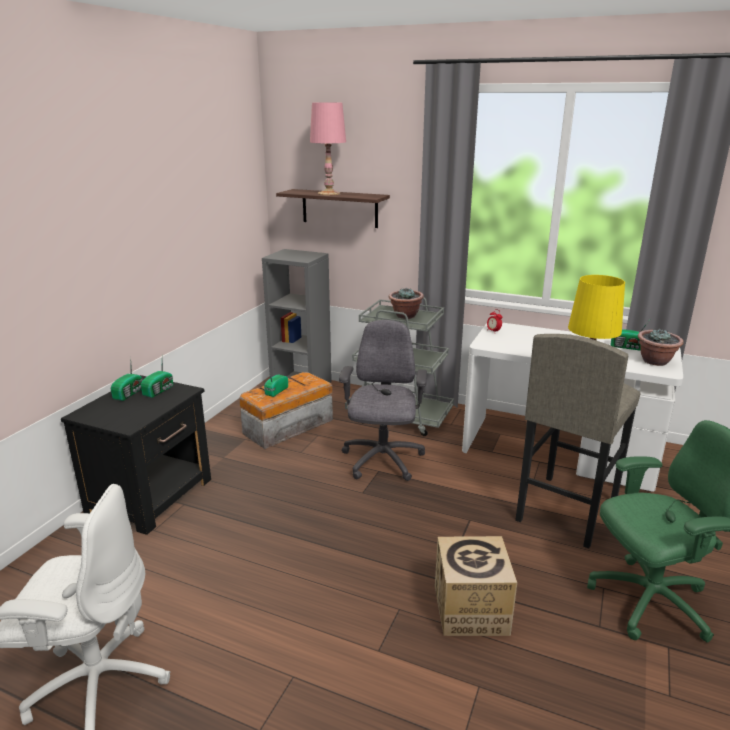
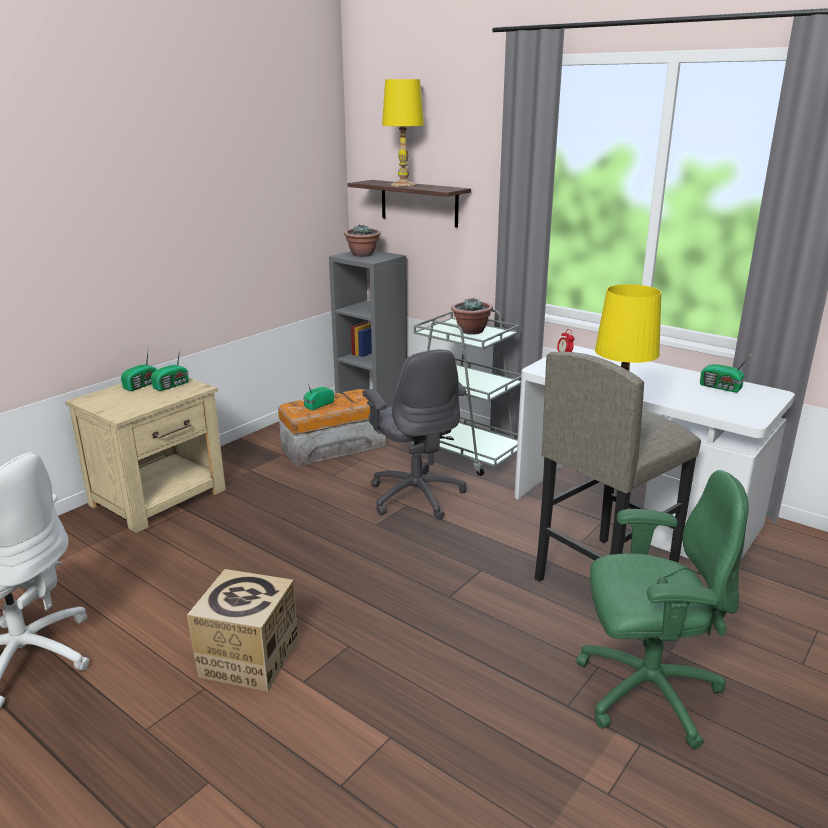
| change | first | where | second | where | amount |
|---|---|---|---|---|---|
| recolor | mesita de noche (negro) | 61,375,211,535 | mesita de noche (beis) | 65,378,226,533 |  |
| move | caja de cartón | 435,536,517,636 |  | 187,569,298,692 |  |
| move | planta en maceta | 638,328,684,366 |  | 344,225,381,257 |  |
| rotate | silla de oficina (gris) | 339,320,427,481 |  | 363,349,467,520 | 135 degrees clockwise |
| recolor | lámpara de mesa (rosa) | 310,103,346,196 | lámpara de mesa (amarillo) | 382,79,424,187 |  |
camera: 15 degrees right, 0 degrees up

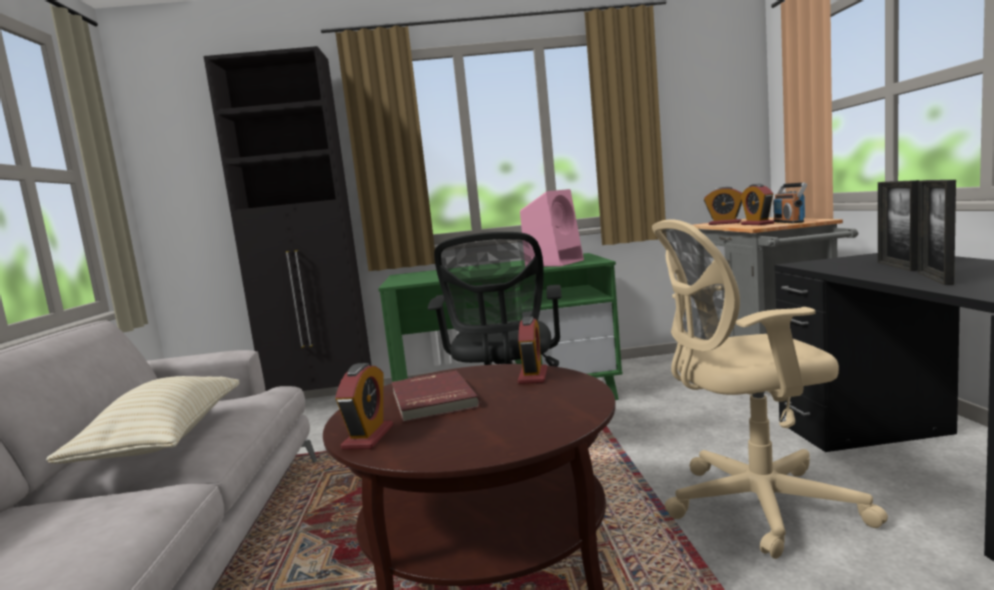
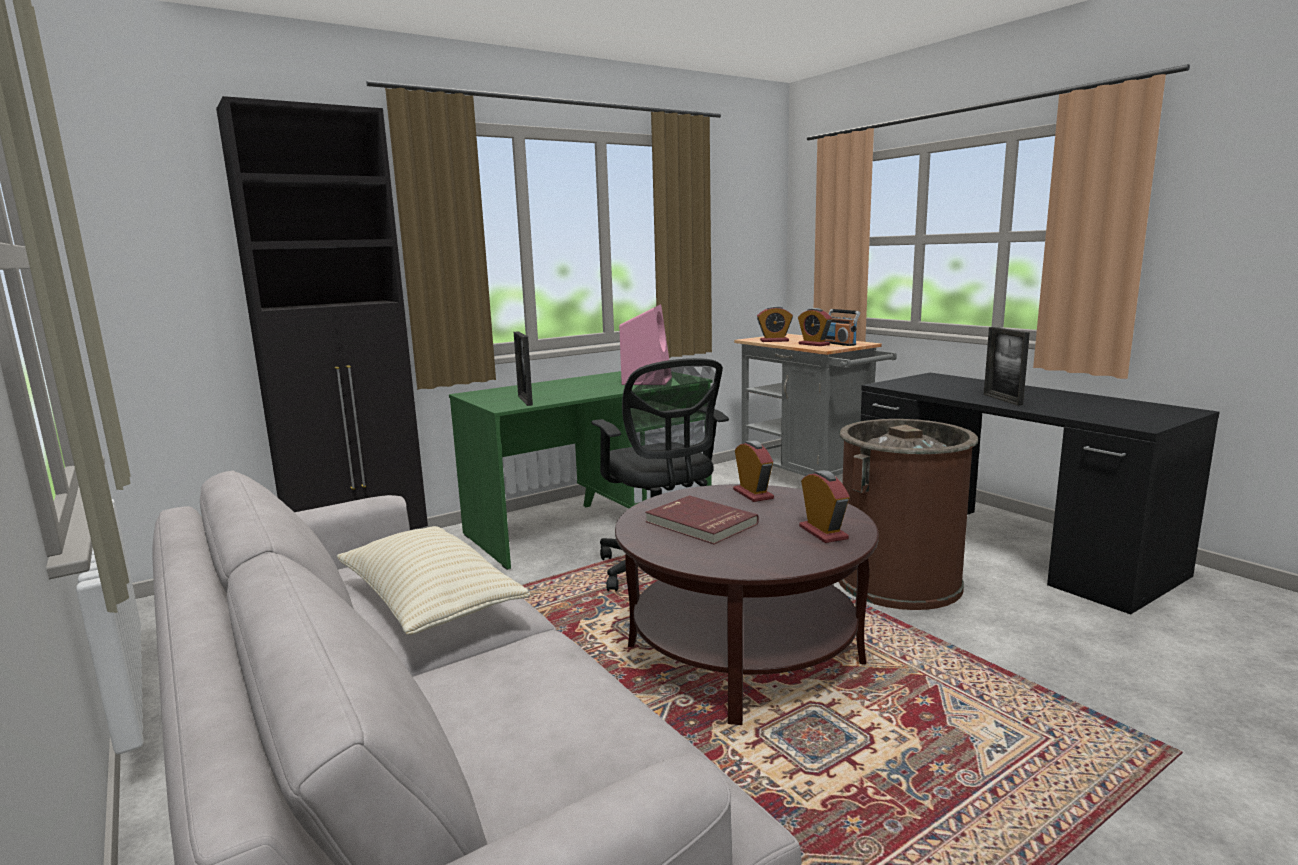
| change | first | where | second | where | amount |
|---|---|---|---|---|---|
| move | portarretratos | 878,180,919,271 |  | 514,331,533,406 |  |
| move | despertador | 335,363,393,450 |  | 799,470,850,543 |  |
| replace | silla de oficina (beis) | 652,219,888,559 | papelera (marrón) | 839,419,978,610 |  |
camera: 30 degrees left, 5 degrees up

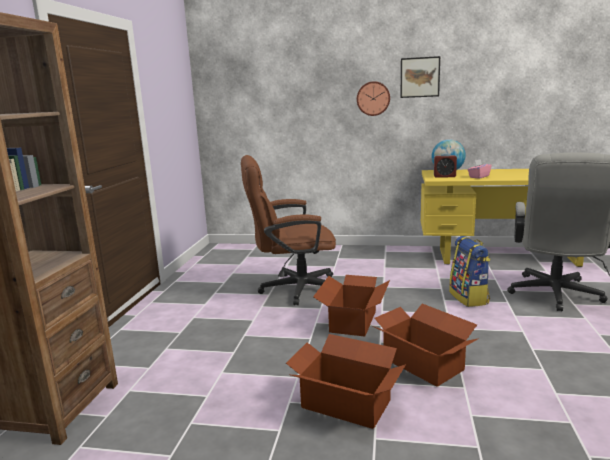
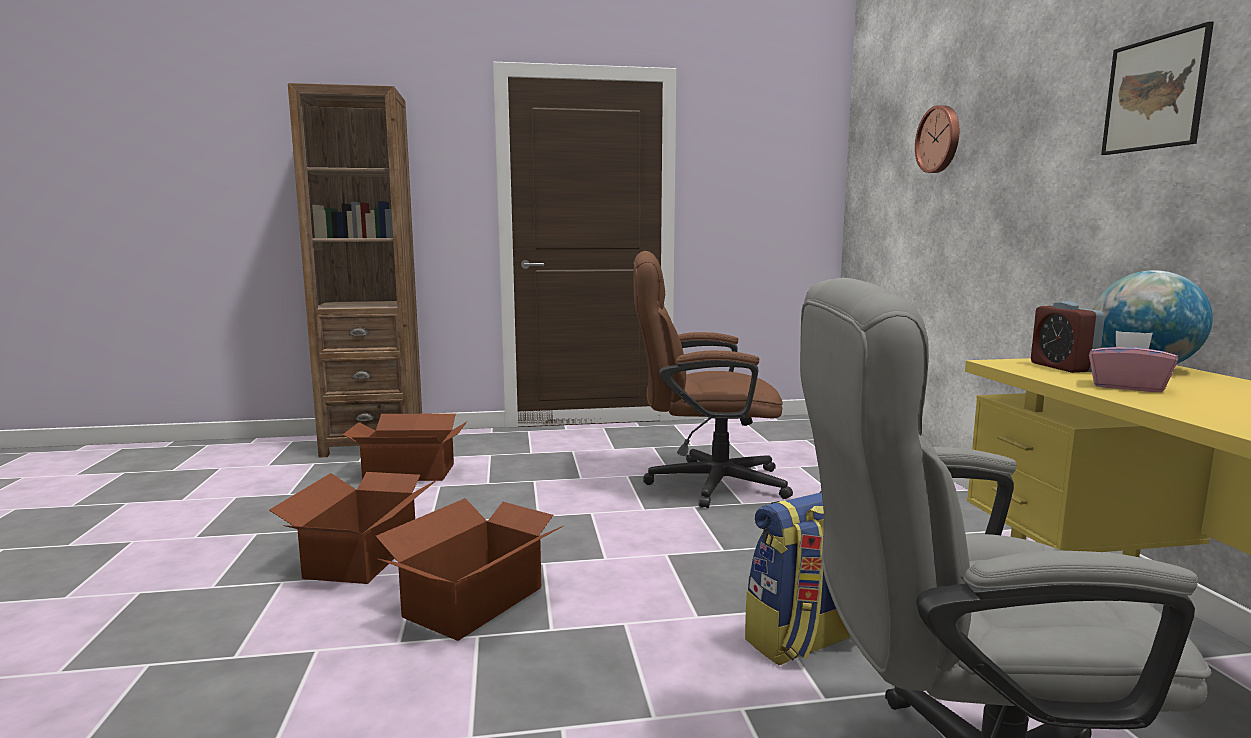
| change | first | where | second | where | amount |
|---|---|---|---|---|---|
| move | caja de cartón | 313,275,390,337 |  | 343,413,467,481 |  |
| rotate | silla de oficina (marrón) | 241,155,336,305 |  | 633,251,793,508 | 60 degrees counterclockwise |
| move | reloj de pared | 357,81,390,116 |  | 915,105,959,173 |  |
camera: 70 degrees right, 5 degrees down

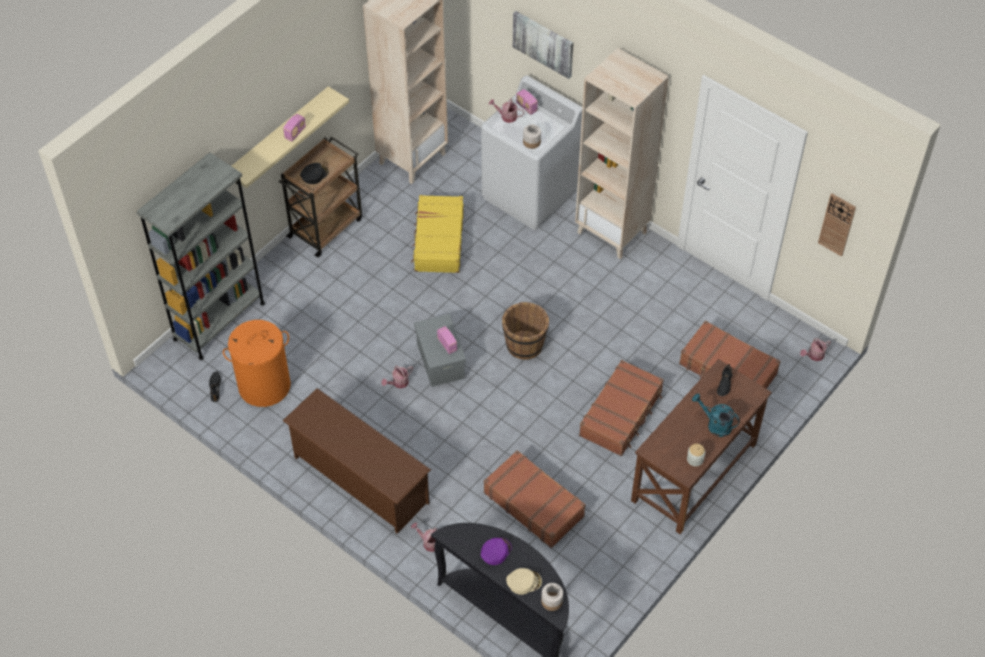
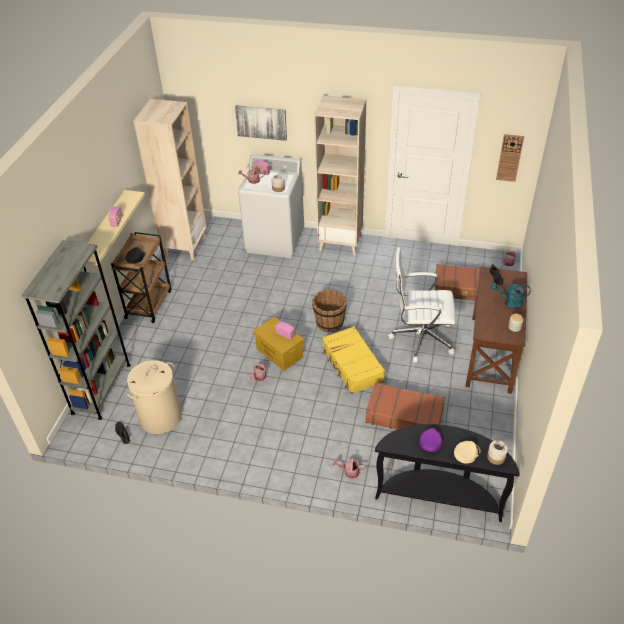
| change | first | where | second | where | amount |
|---|---|---|---|---|---|
| recolor | cesto de la ropa (naranja) | 223,320,291,407 | cesto de la ropa (beis) | 126,360,182,434 |  |
| recolor | caja de almacenaje (gris) | 414,314,466,387 | caja de almacenaje (amarillo) | 253,317,304,371 |  |
| move | maleta (amarillo) | 411,195,464,273 |  | 322,326,385,394 |  |
| replace | maleta (marrón) | 579,360,664,456 | silla de oficina (blanco) | 388,247,456,363 |  |
| delete | zapatero (marrón) | 283,388,431,534 |  |  |  |
camera: 25 degrees left, 10 degrees down

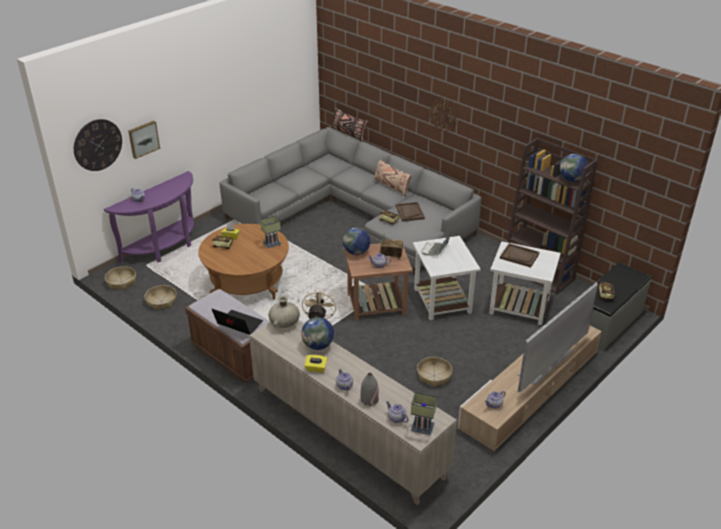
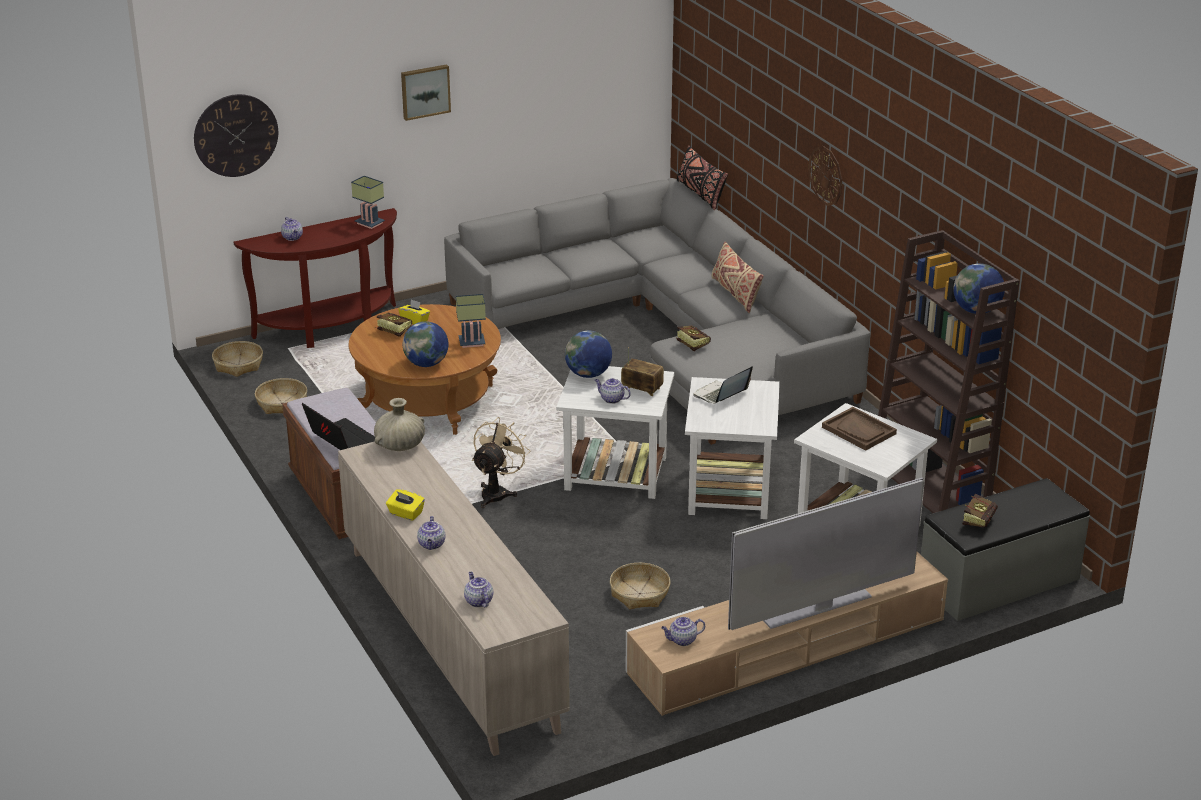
| change | first | where | second | where | amount |
|---|---|---|---|---|---|
| recolor | mesa consola (morado) | 104,171,195,263 | mesa consola (marrón) | 233,208,397,348 |  |
| move | lámpara de mesa | 411,392,437,435 |  | 351,176,385,229 |  |
| move | cuadro | 128,121,160,159 |  | 401,64,451,121 |  |
| move | globo terráqueo | 301,317,334,350 |  | 403,321,448,367 |  |
| recolor | mesa auxiliar (marrón) | 343,243,413,321 | mesa auxiliar (blanco) | 556,366,674,499 |  |
| delete | florero (gris) | 360,373,379,406 |  |  |  |
| delete | bandeja (marrón) | 396,202,425,222 |  |  |  |
camera: 20 degrees right, 5 degrees down

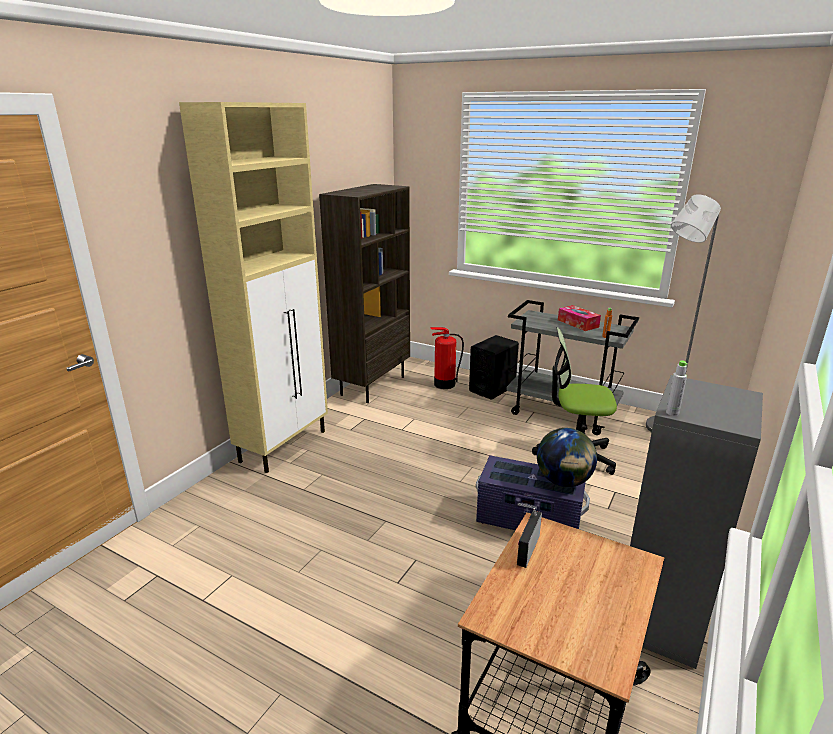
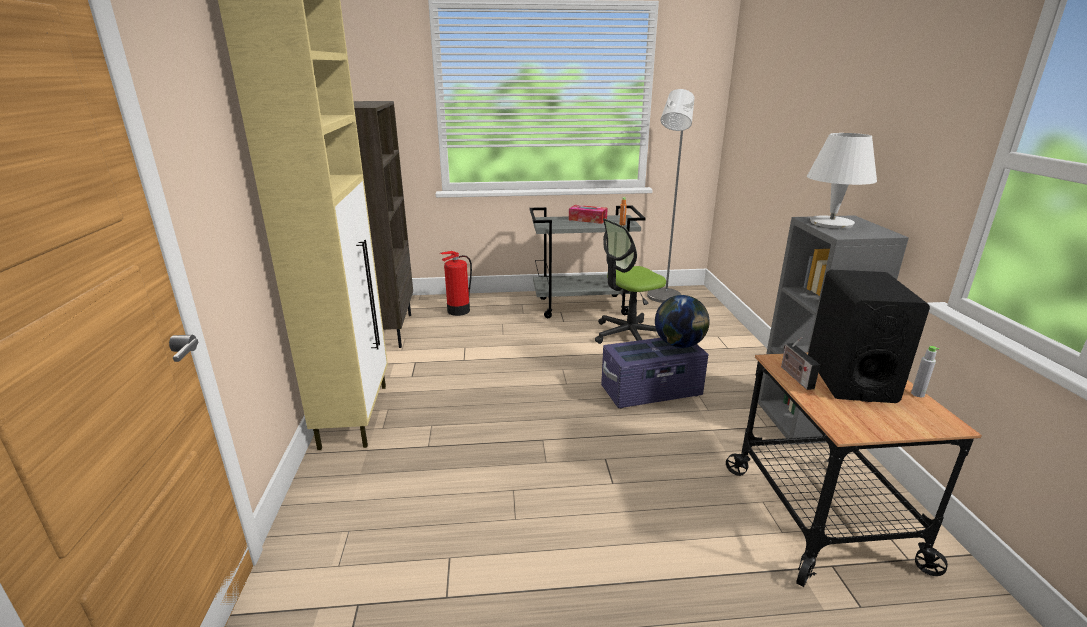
| change | first | where | second | where | amount |
|---|---|---|---|---|---|
| insert |  |  | lámpara de mesa (blanco) | 807,133,877,229 |  |
| move | altavoz (negro) | 469,335,519,400 |  | 808,270,930,403 |  |
| move | botella (gris) | 666,360,688,416 |  | 911,346,939,397 |  |
camera: 35 degrees left, 0 degrees up

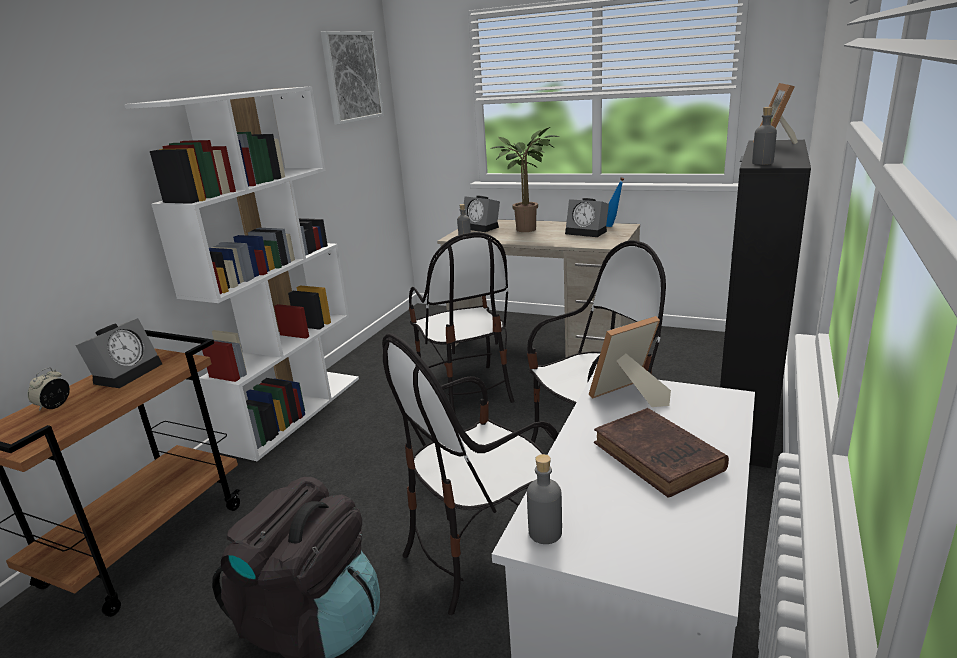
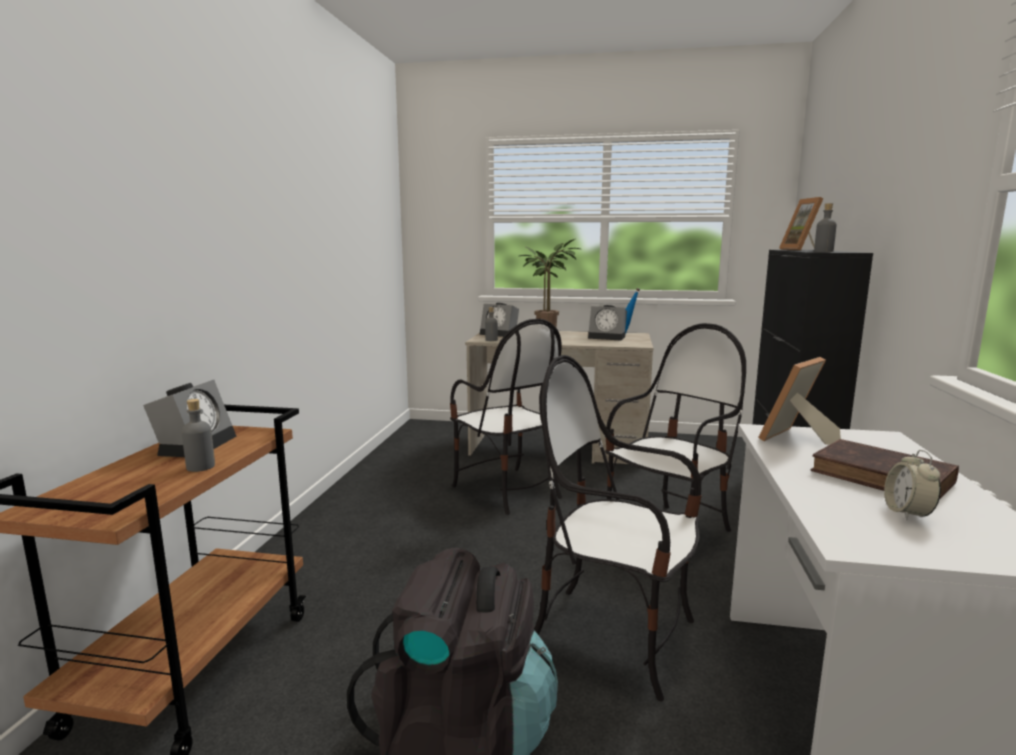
| change | first | where | second | where | amount |
|---|---|---|---|---|---|
| move | botella (gris) | 527,454,562,544 |  | 182,399,215,472 |  |
| rotate | silla | 382,333,559,615 |  | 534,355,702,702 | 75 degrees clockwise |
| move | despertador | 27,367,70,411 |  | 884,450,941,520 |  |
| delete | estantería (blanco) | 124,86,359,461 |  |  |  |
| delete | cuadro | 321,31,384,125 |  |  |  |
camera: 15 degrees left, 10 degrees down

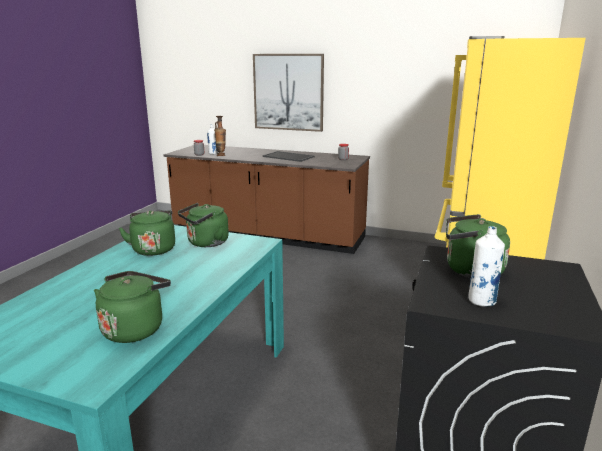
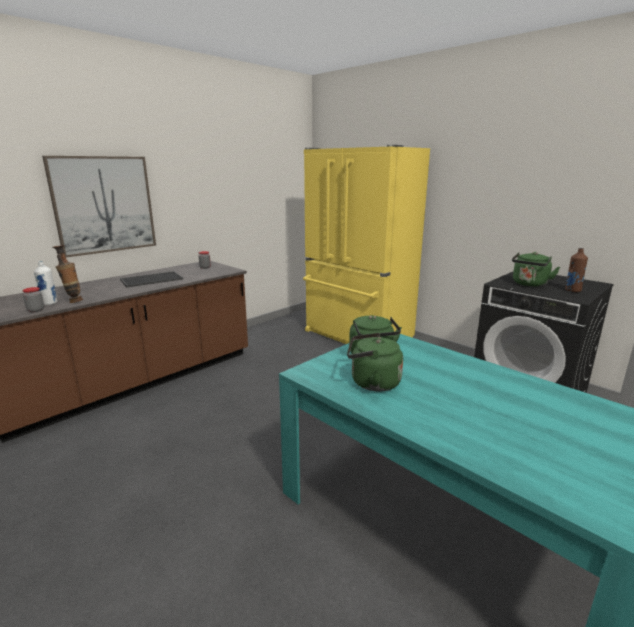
| change | first | where | second | where | amount |
|---|---|---|---|---|---|
| recolor | botella (blanco) | 468,226,505,307 | botella (marrón) | 565,248,588,292 |  |
| delete | hervidor (verde) | 94,271,171,343 |  |  |  |
camera: 65 degrees left, 0 degrees up

